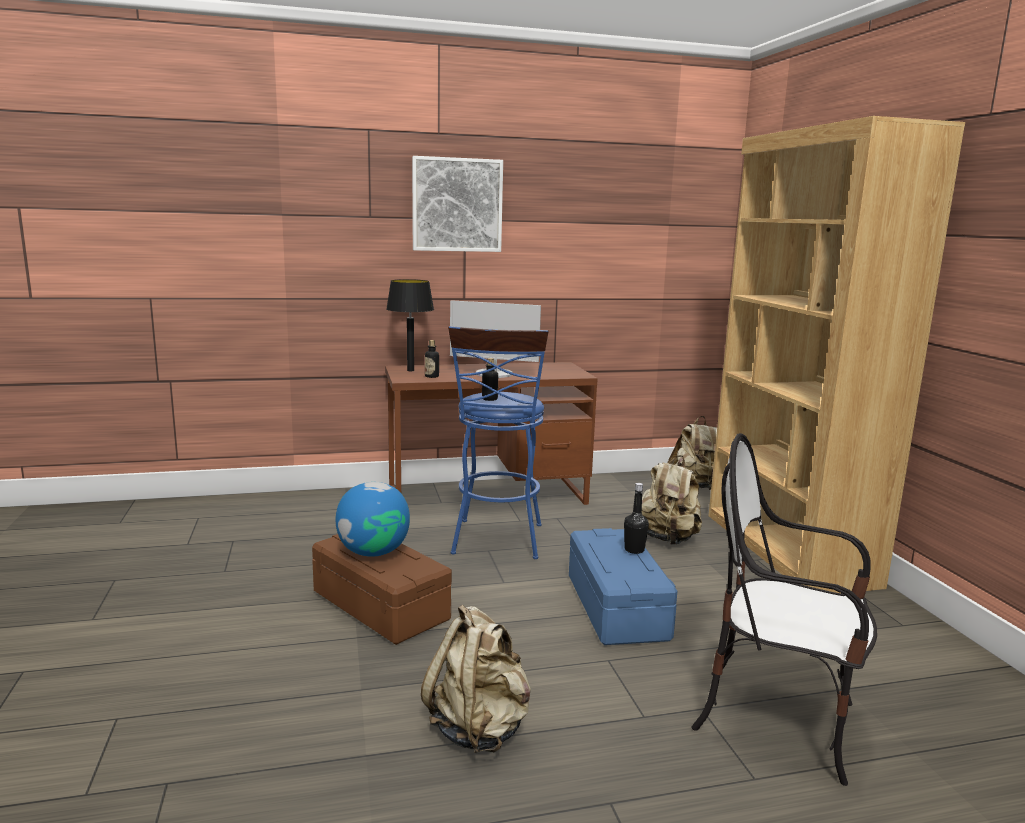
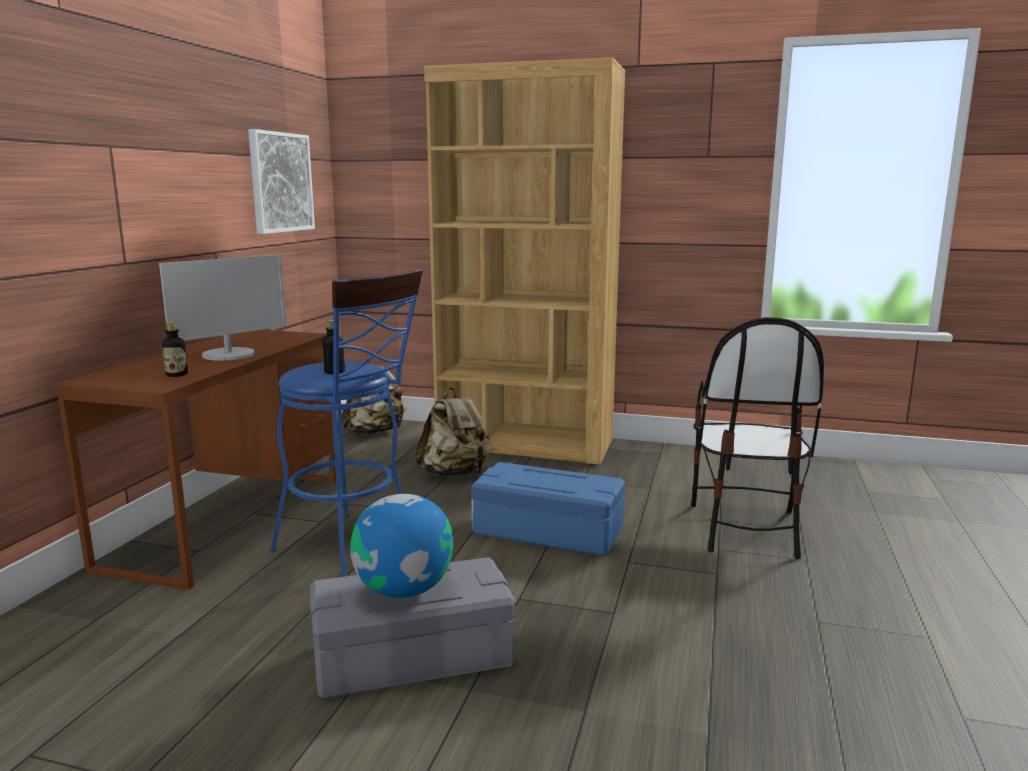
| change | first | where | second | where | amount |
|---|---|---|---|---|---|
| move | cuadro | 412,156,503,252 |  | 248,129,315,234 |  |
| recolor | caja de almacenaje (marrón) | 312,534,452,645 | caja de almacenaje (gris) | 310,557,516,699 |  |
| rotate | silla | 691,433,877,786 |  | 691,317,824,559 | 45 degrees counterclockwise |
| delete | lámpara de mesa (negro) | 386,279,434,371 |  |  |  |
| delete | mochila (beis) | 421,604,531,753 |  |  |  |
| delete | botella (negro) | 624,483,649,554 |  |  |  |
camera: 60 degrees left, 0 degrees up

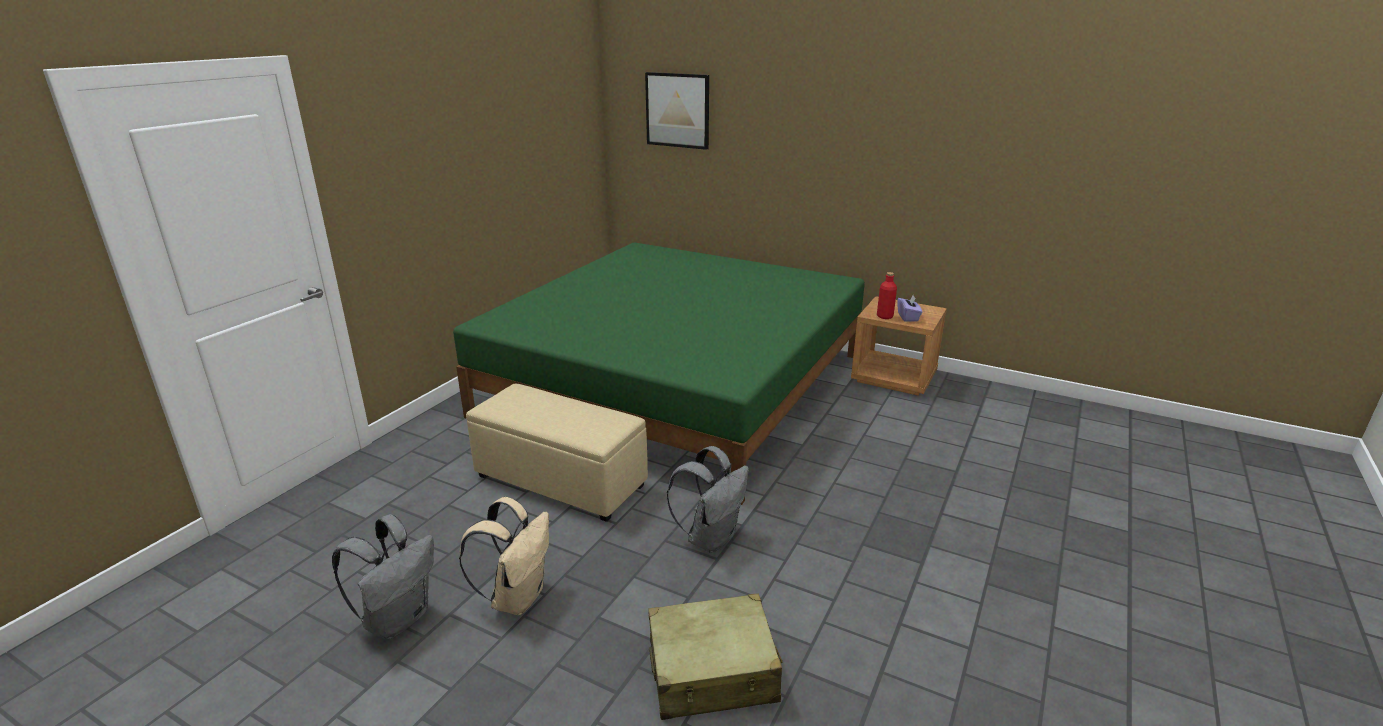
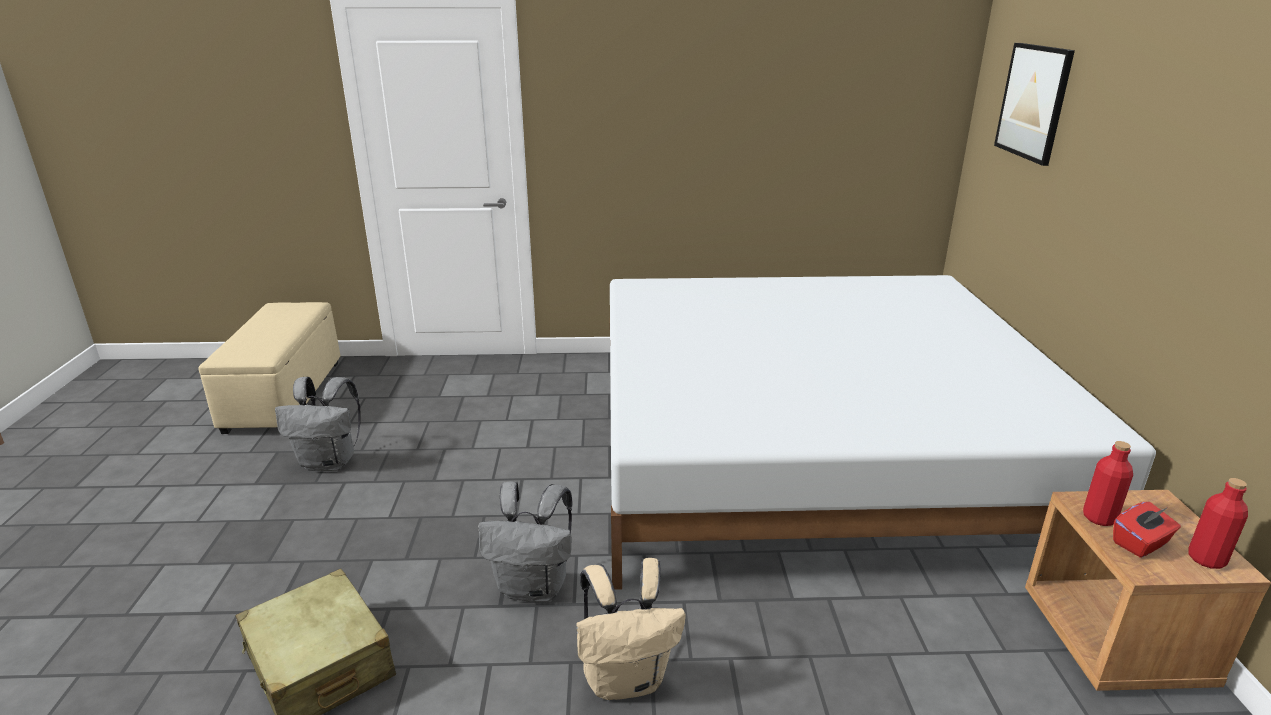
| change | first | where | second | where | amount |
|---|---|---|---|---|---|
| move | puf (beis) | 466,384,648,522 |  | 198,302,340,434 |  |
| move | mochila (beis) | 459,497,549,615 |  | 576,558,686,700 |  |
| recolor | cama (verde) | 453,243,865,505 | cama (blanco) | 610,275,1156,590 |  |
| recolor | caja de pañuelos (morado) | 898,295,922,321 | caja de pañuelos (rojo) | 1113,502,1181,557 |  |
| insert |  |  | botella (rojo) | 1188,478,1248,569 |  |
camera: 60 degrees right, 0 degrees up

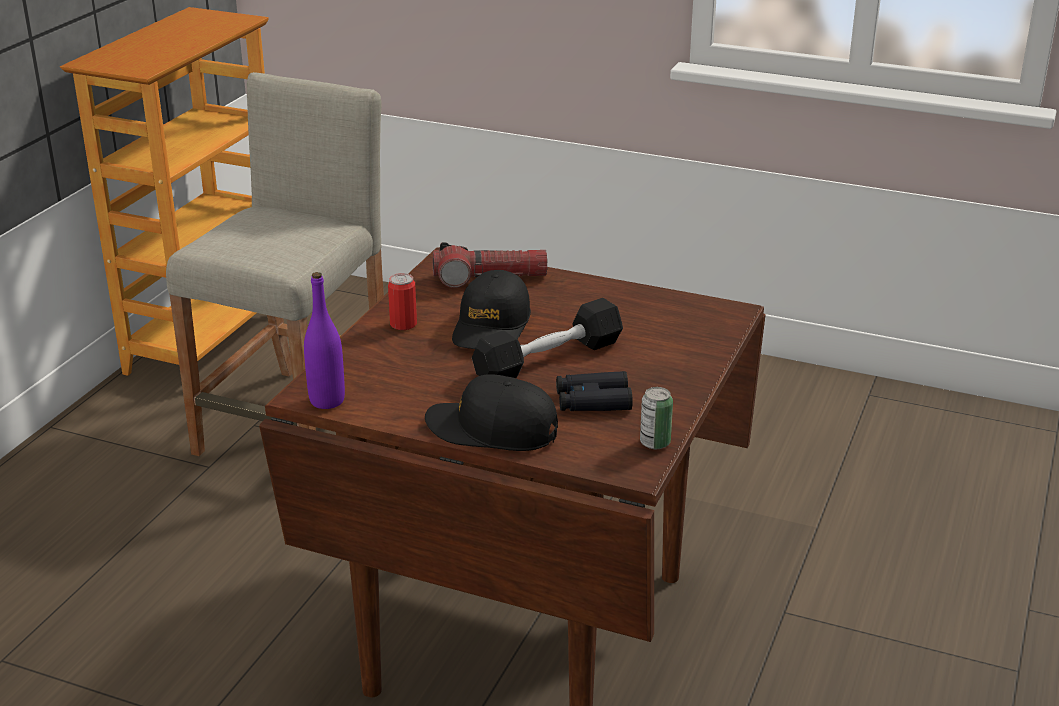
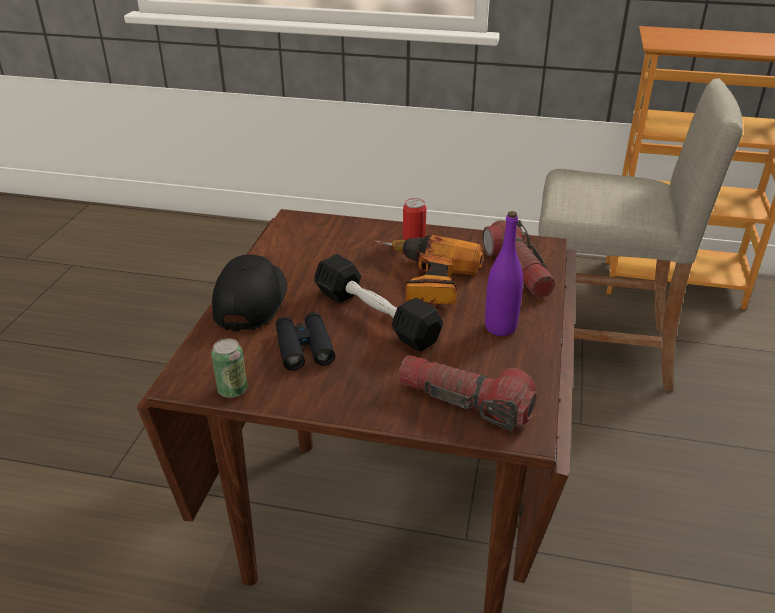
| change | first | where | second | where | amount |
|---|---|---|---|---|---|
| replace | gorra (negro) | 452,270,531,349 | taladro | 375,235,483,304 |  |
| insert |  |  | linterna | 398,355,537,431 |  |
| move | botella (morado) | 304,272,345,409 |  | 485,211,523,336 |  |
camera: 80 degrees right, 5 degrees up

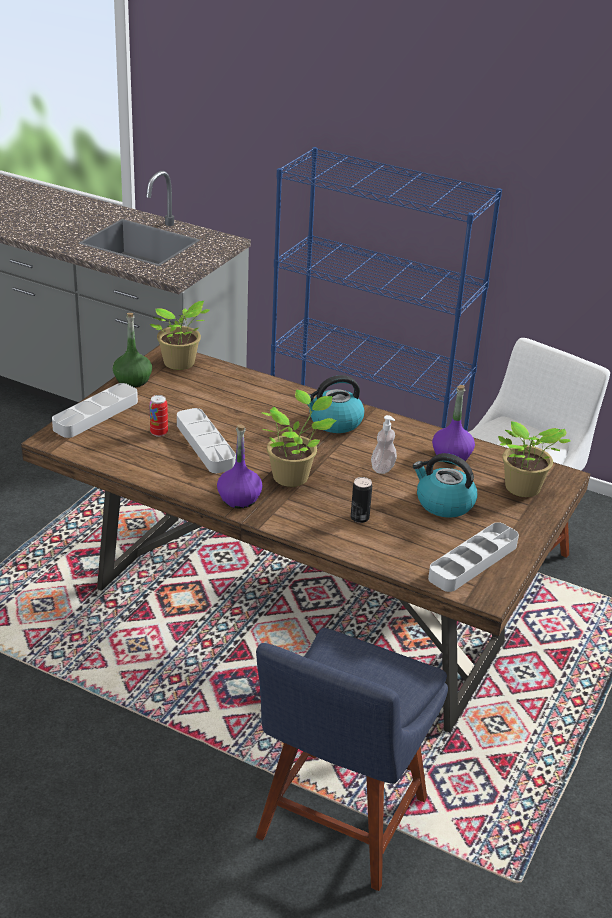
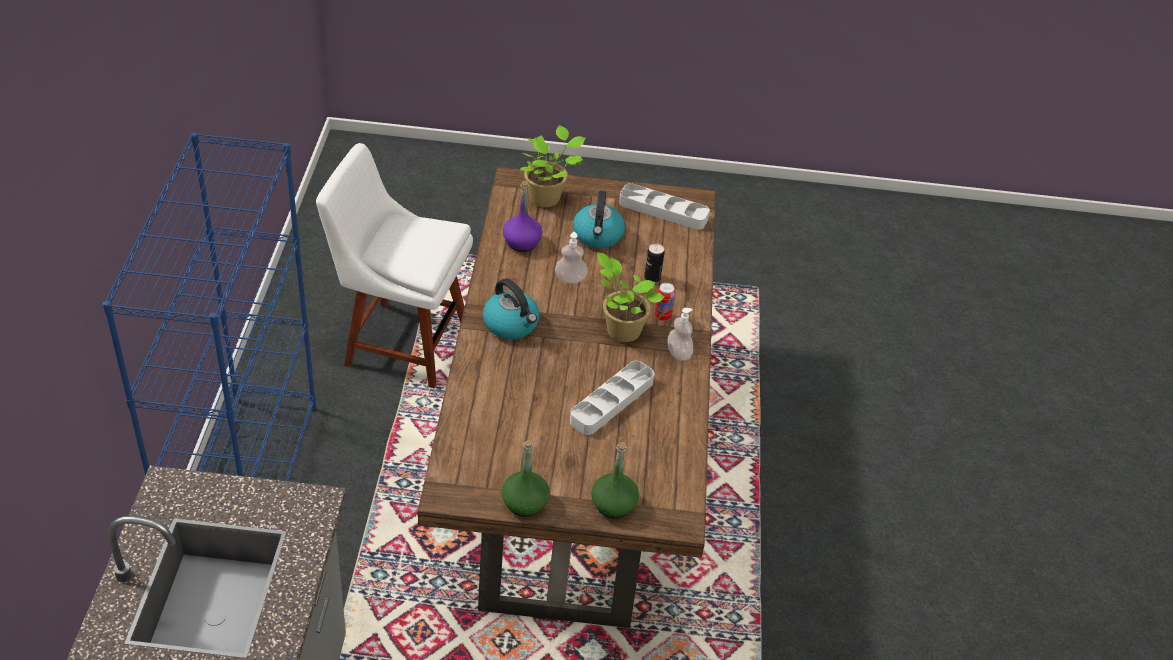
| change | first | where | second | where | amount |
|---|---|---|---|---|---|
| replace | bandeja (gris) | 52,383,138,438 | botella (verde) | 591,442,639,519 |  |
| move | lata | 149,395,168,437 |  | 654,283,675,321 |  |
| replace | botella (morado) | 217,424,263,509 | dispensador de jabón | 667,308,693,361 |  |
| delete | planta en maceta | 150,300,209,370 |  |  |  |
| delete | silla (azul) | 256,628,448,891 |  |  |  |
camera: 115 degrees left, 10 degrees up

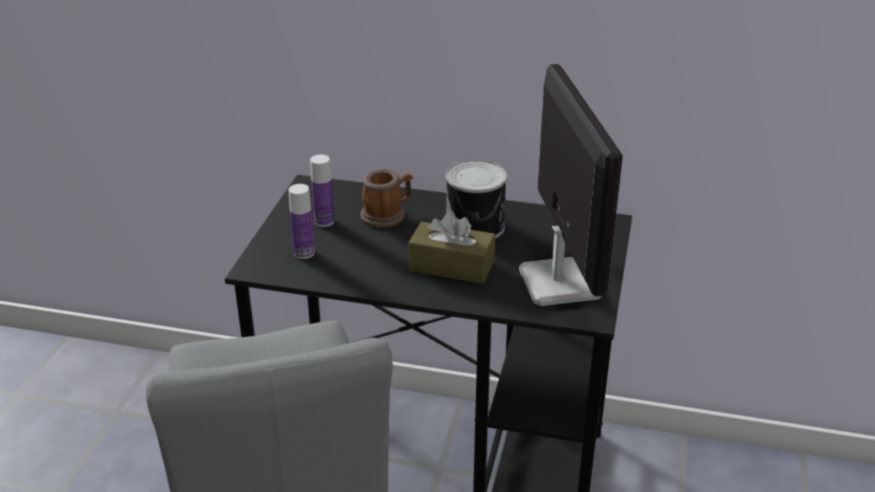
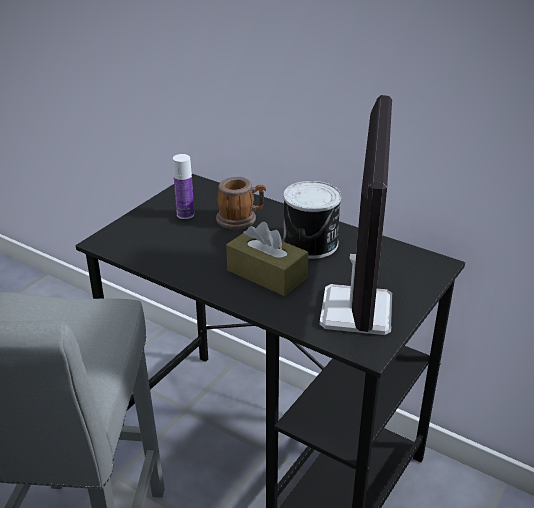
| change | first | where | second | where | amount |
|---|---|---|---|---|---|
| delete | botella | 289,184,315,259 |  |  |  |
camera: 20 degrees right, 0 degrees up

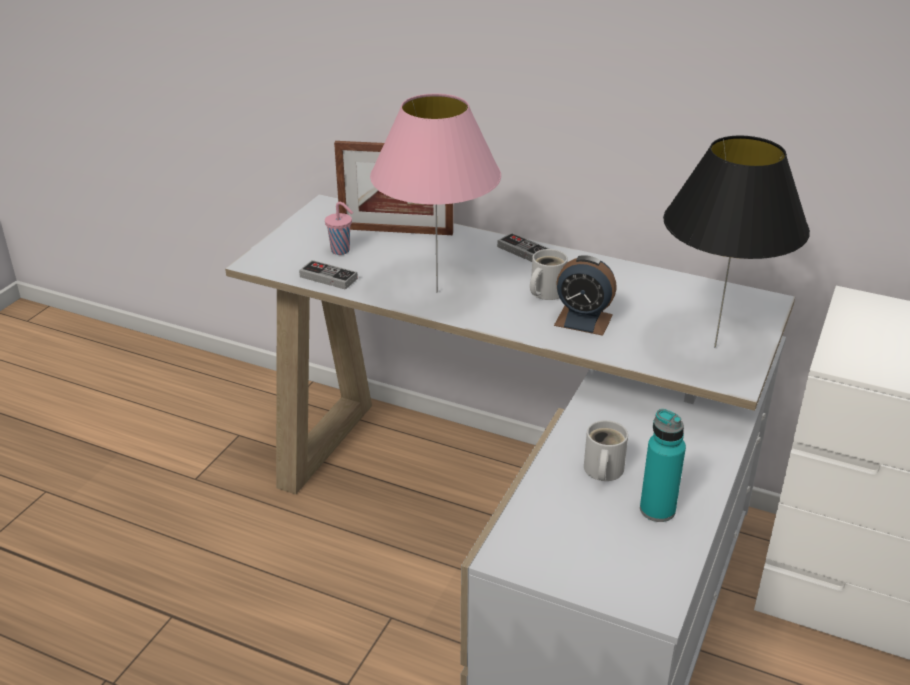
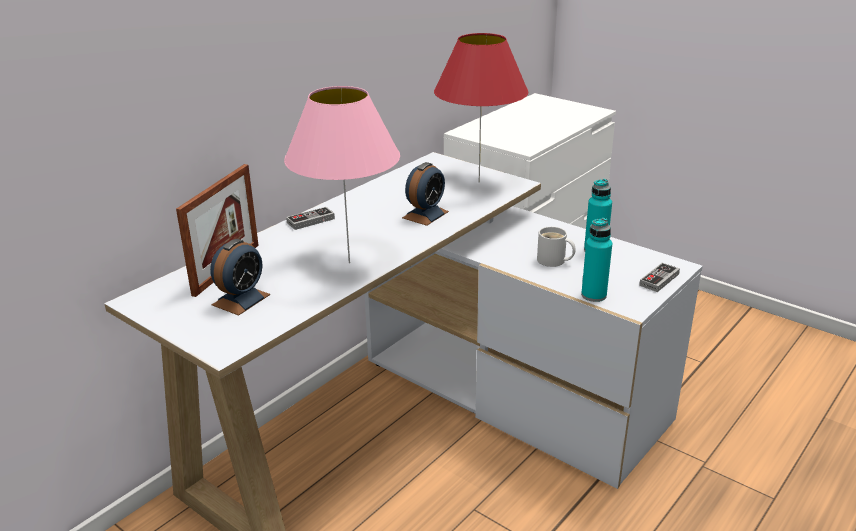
| change | first | where | second | where | amount |
|---|---|---|---|---|---|
| replace | taza (rosa) | 325,202,353,255 | despertador | 210,239,270,316 |  |
| recolor | lámpara de mesa (negro) | 663,136,810,347 | lámpara de mesa (rojo) | 434,33,529,183 |  |
| insert |  |  | botella (turquesa) | 581,218,612,302 |  |
| move | mando de consola | 299,260,358,290 |  | 639,263,680,292 |  |
| delete | taza grande (blanco) | 530,249,568,300 |  |  |  |
camera: 75 degrees left, 5 degrees down

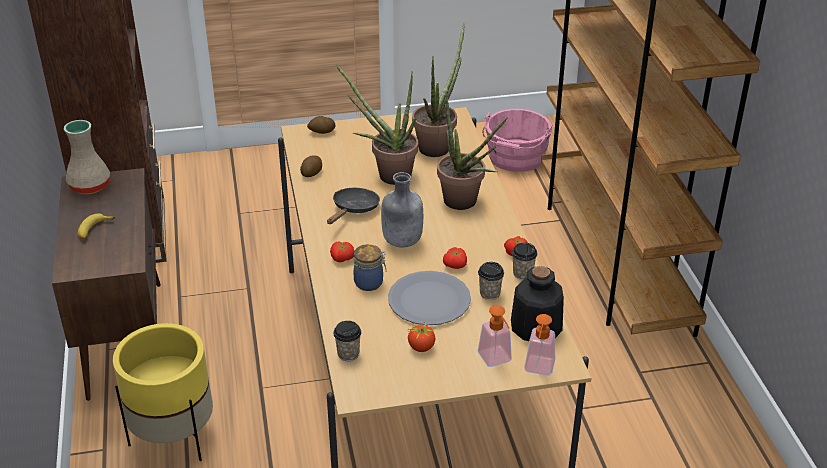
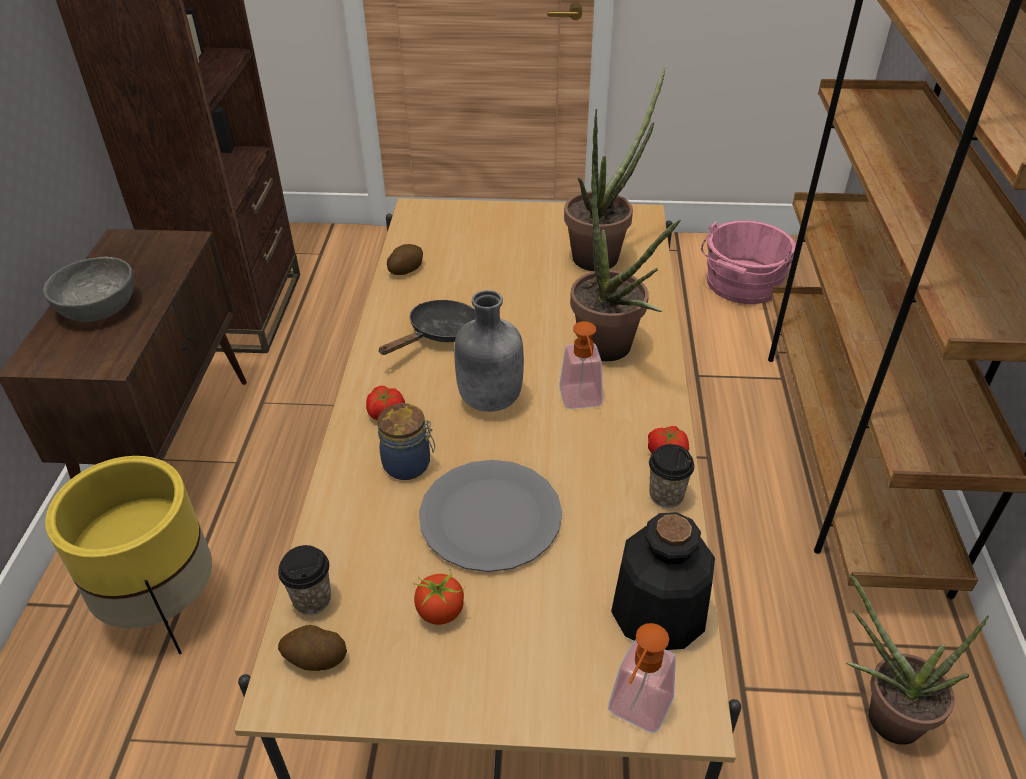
| change | first | where | second | where | amount |
|---|---|---|---|---|---|
| replace | plátano | 78,213,115,239 | cuenco (gris) | 43,257,134,322 |  |
| move | patata | 307,116,335,134 |  | 278,625,347,671 |  |
| move | dispensador de jabón | 478,305,512,367 |  | 559,321,603,409 |  |
| move | planta en maceta | 336,65,418,185 |  | 845,573,989,745 |  |
| delete | florero (beis) | 64,120,110,194 |  |  |  |
| delete | tomate | 443,247,467,269 |  |  |  |
| delete | taza | 478,262,504,300 |  |  |  |
camera: 15 degrees right, 5 degrees up

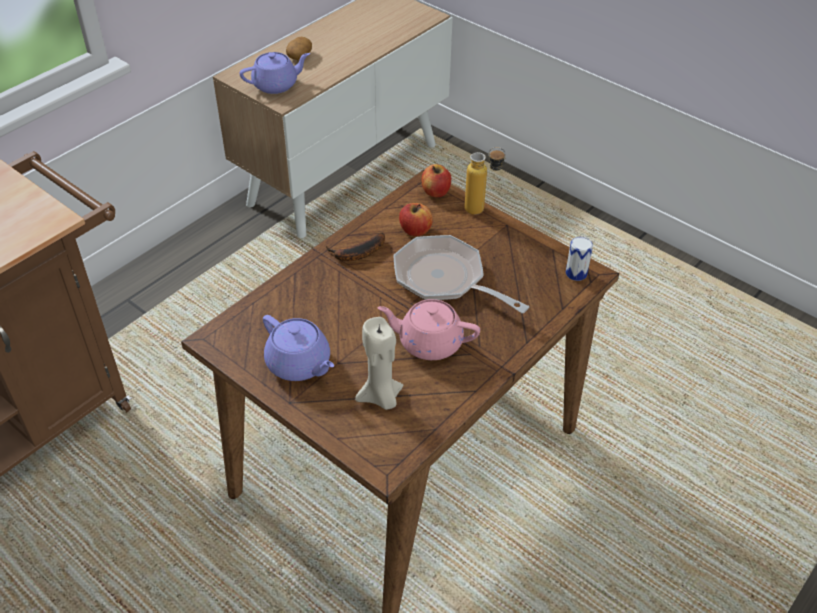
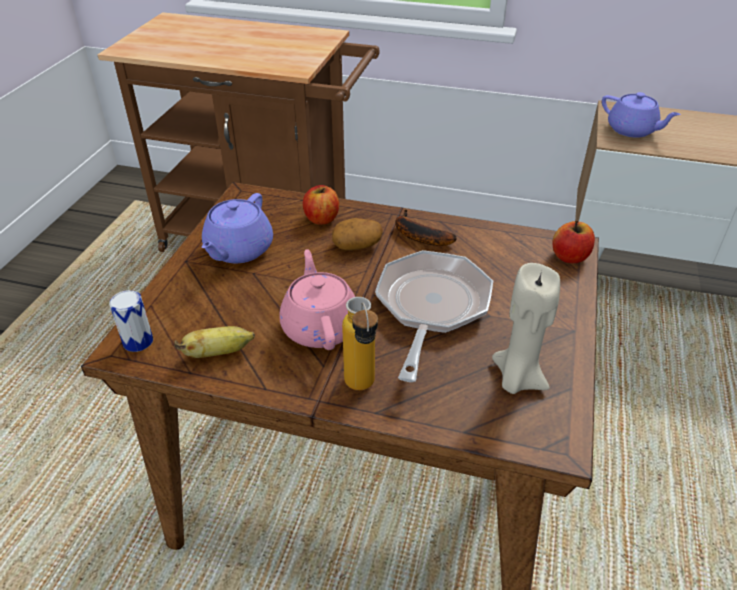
| change | first | where | second | where | amount |
|---|---|---|---|---|---|
| move | lata | 566,237,593,281 |  | 109,290,153,352 |  |
| insert |  |  | plátano | 174,326,255,358 |  |
| move | manzana | 399,203,433,236 |  | 303,185,339,225 |  |
| move | patata | 286,37,312,60 |  | 332,218,383,251 |  |
| move | botella | 465,147,506,215 |  | 342,297,378,390 |  |
| move | vela (beis) | 355,317,403,410 |  | 492,263,560,394 |  |
camera: 65 degrees right, 5 degrees down

